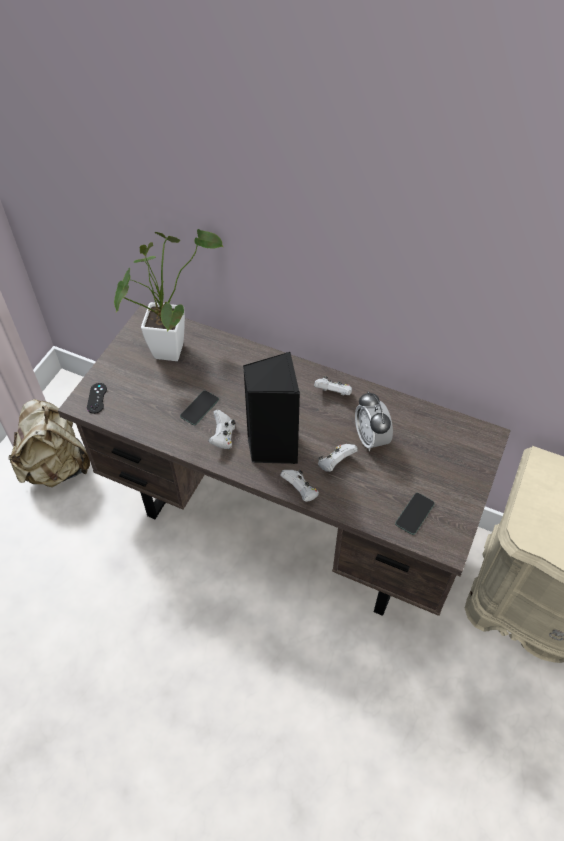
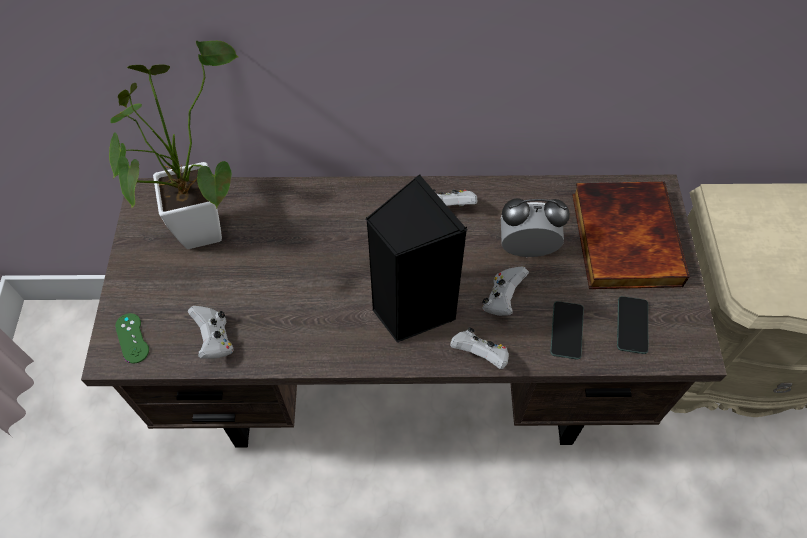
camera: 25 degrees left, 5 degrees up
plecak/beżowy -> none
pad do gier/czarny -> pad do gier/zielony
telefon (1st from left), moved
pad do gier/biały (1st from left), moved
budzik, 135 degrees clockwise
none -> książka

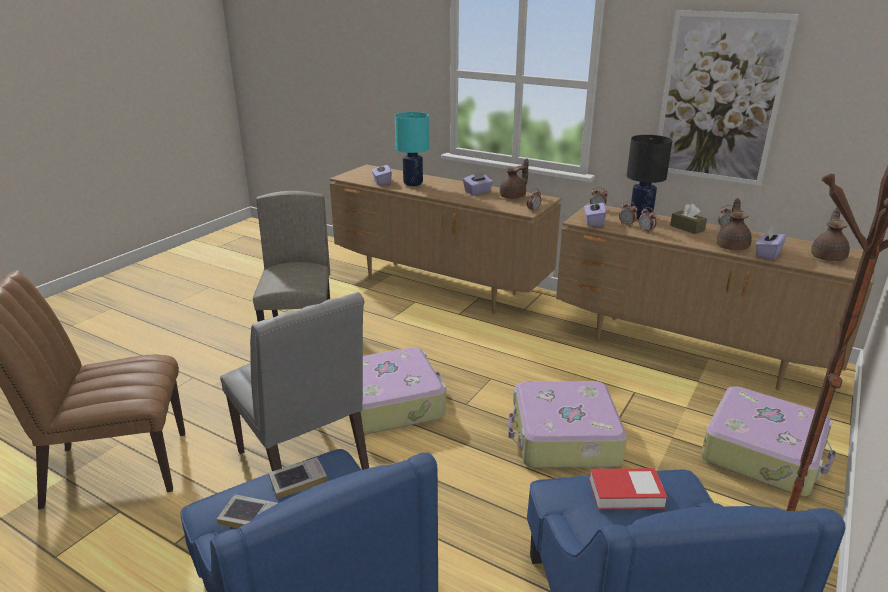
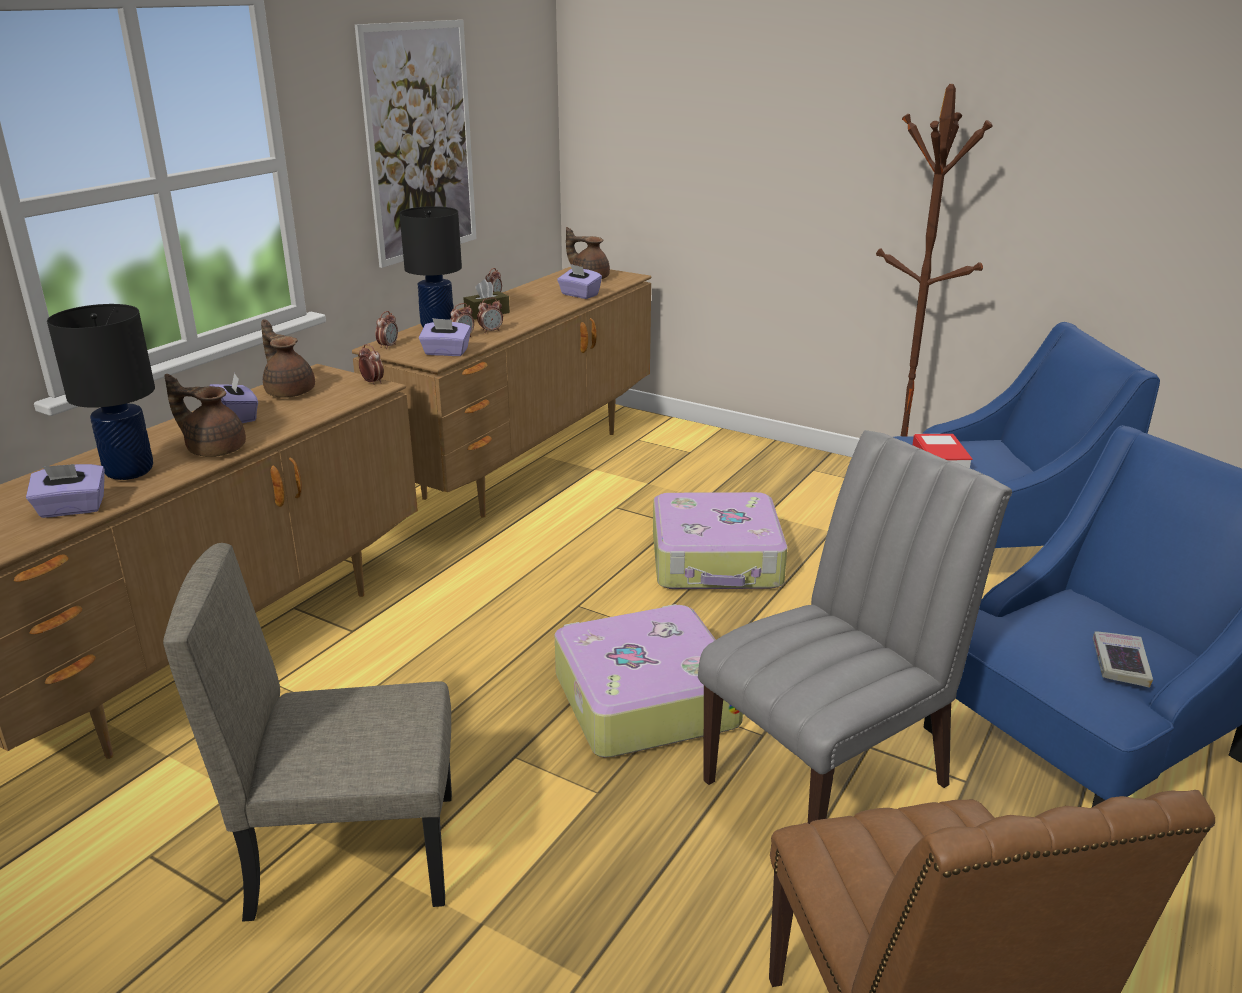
camera: 90 degrees left, 0 degrees up
książka (2nd from left) -> none
lampa stołowa/turkusowy -> lampa stołowa/czarny (1st from left)
walizka (3rd from left) -> none
imbryk/brązowy (2nd from left in the first image) -> imbryk/brązowy (1st from left), moved

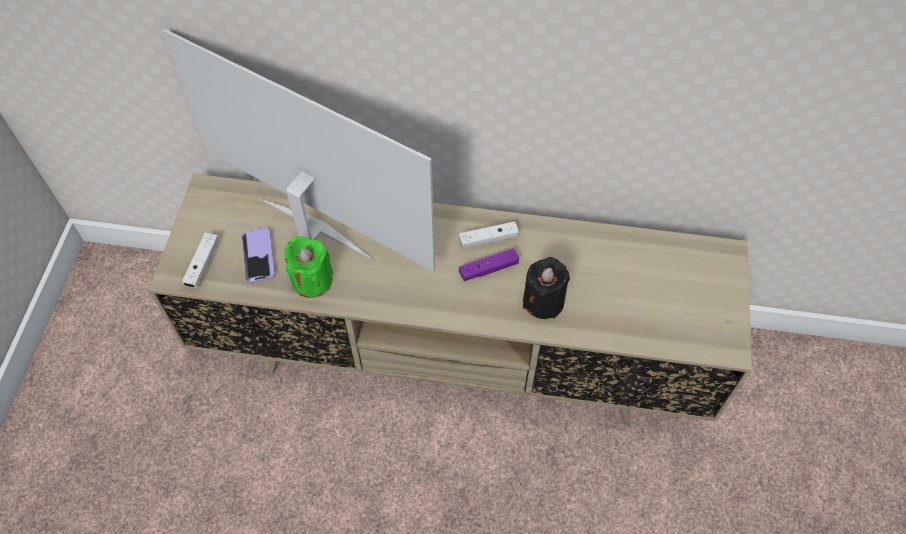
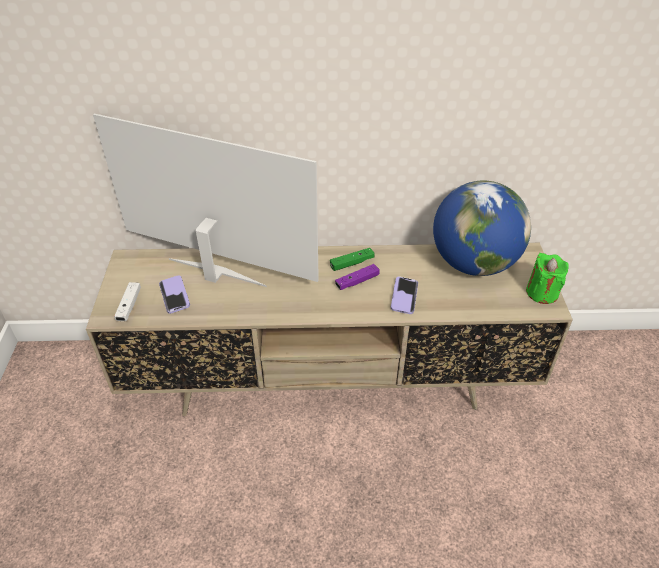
camera: 10 degrees left, 15 degrees down
świeca/zielony, moved
pad do gier/biały (2nd from left) -> pad do gier/zielony
świeca/czarny -> telefon (2nd from left)
none -> globus

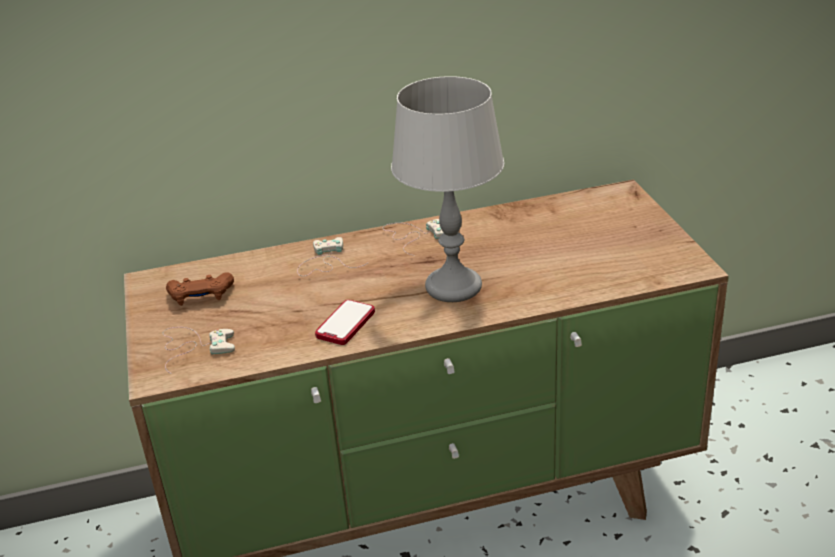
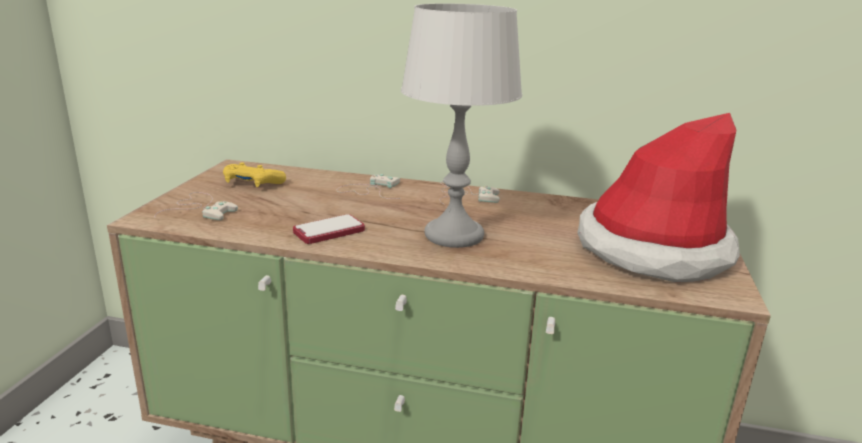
camera: 25 degrees right, 10 degrees down
pad do gier/brązowy -> pad do gier/żółty
none -> kapelusz

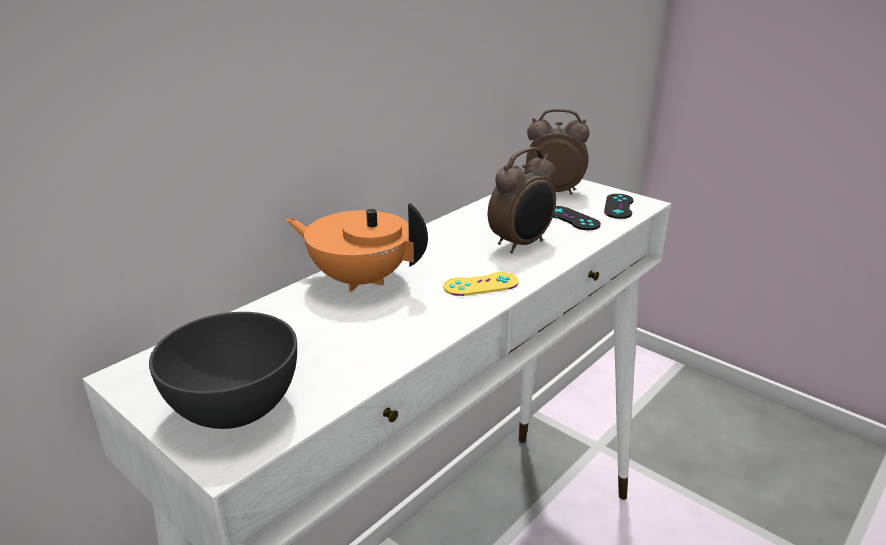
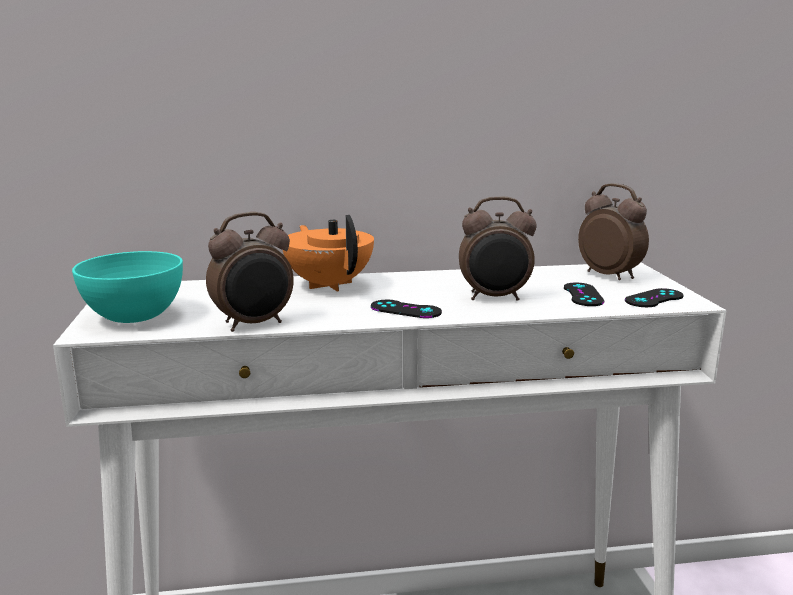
camera: 40 degrees right, 10 degrees down
miska/szary -> miska/turkusowy
pad do gier/żółty -> pad do gier/czarny (1st from left)
none -> budzik (1st from left)

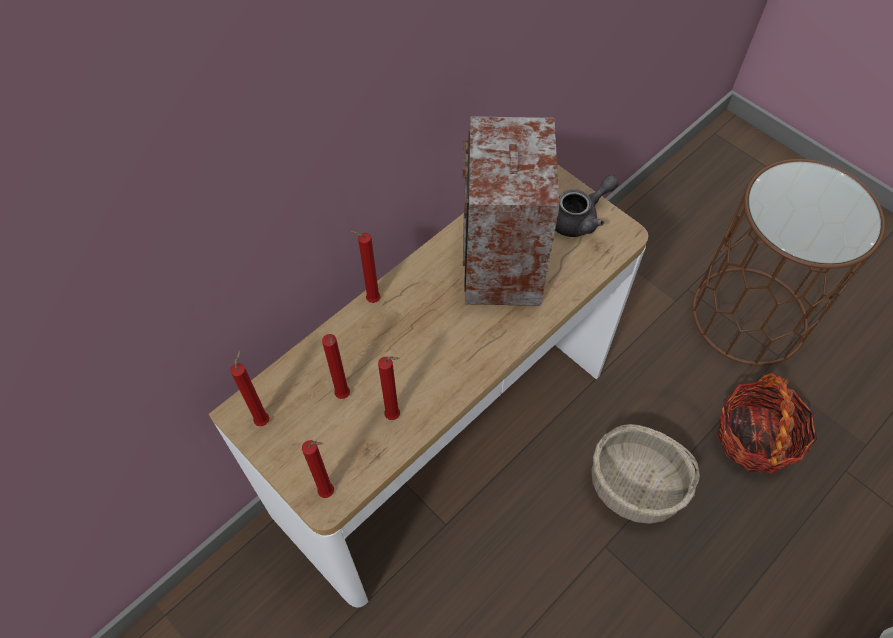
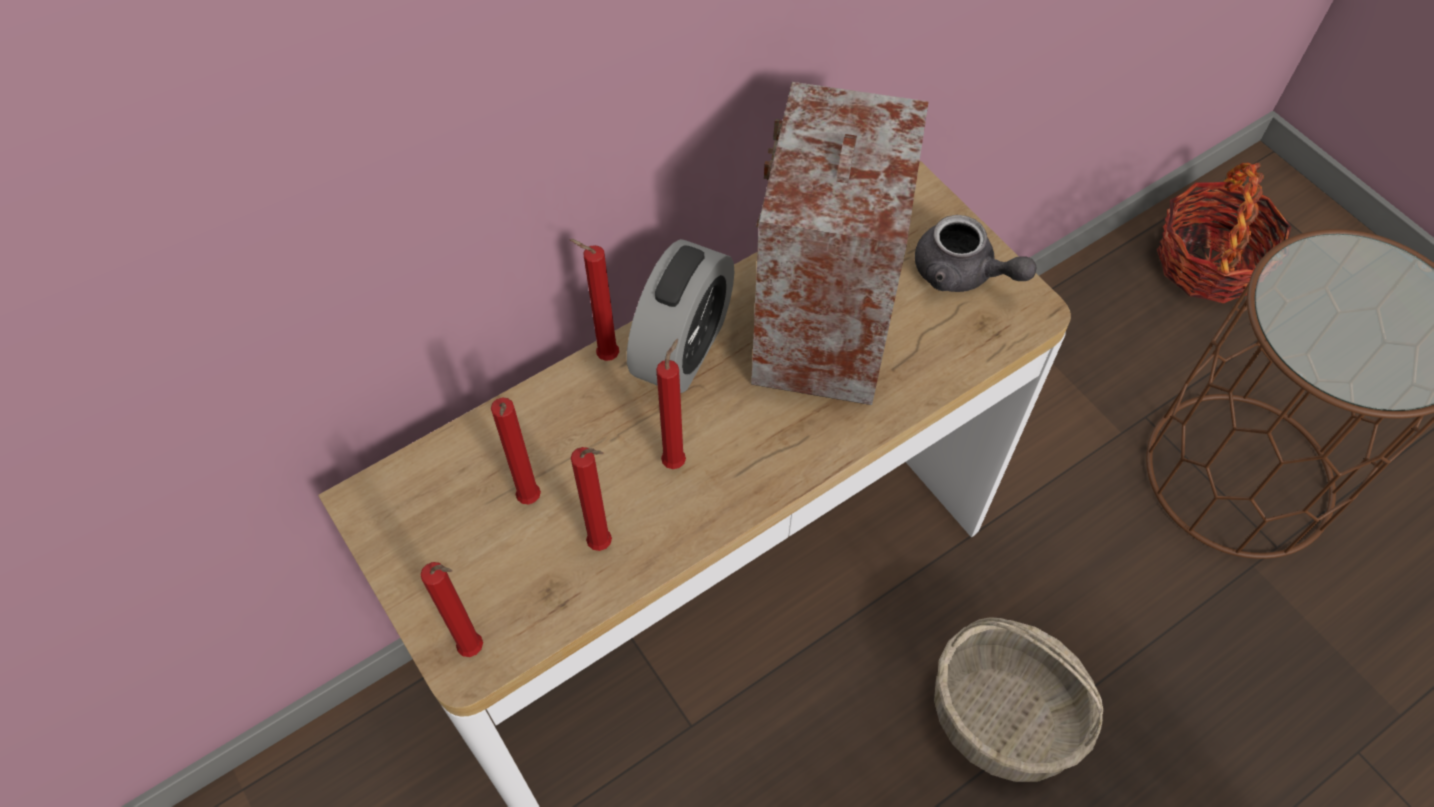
camera: 10 degrees right, 0 degrees up
świeca/czerwony (1st from left in the first image) -> świeca/czerwony (5th from left), moved
imbryk/szary, 60 degrees clockwise
koszyk (2nd from left), moved
none -> budzik

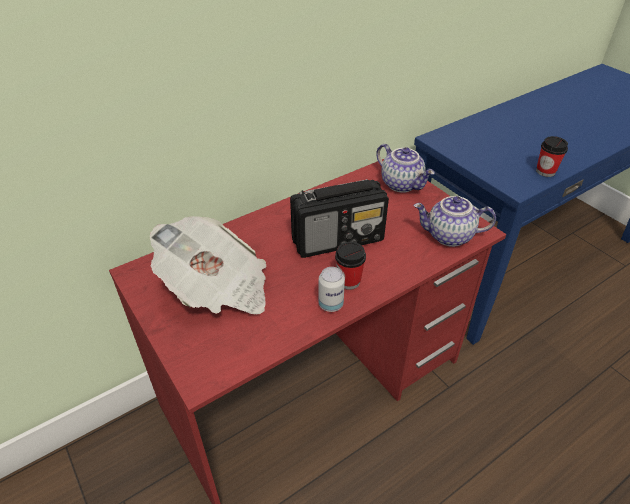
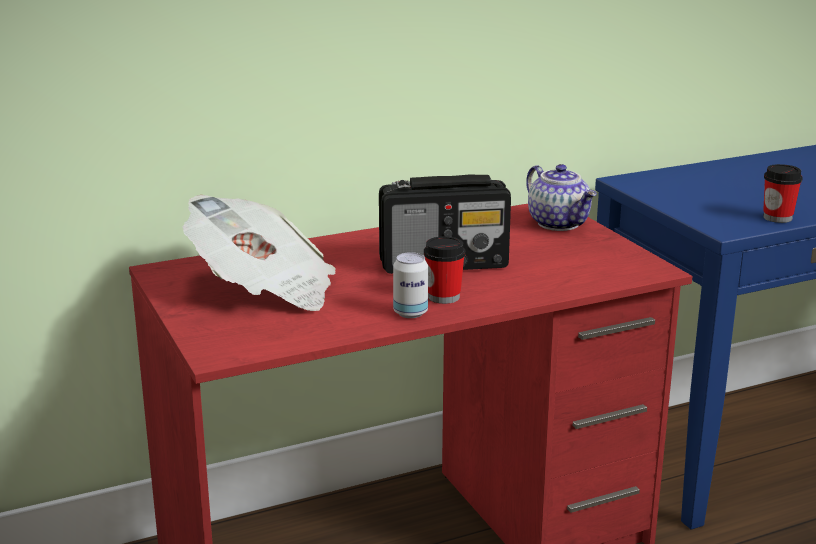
camera: 10 degrees right, 20 degrees down
imbryk (2nd from left) -> none

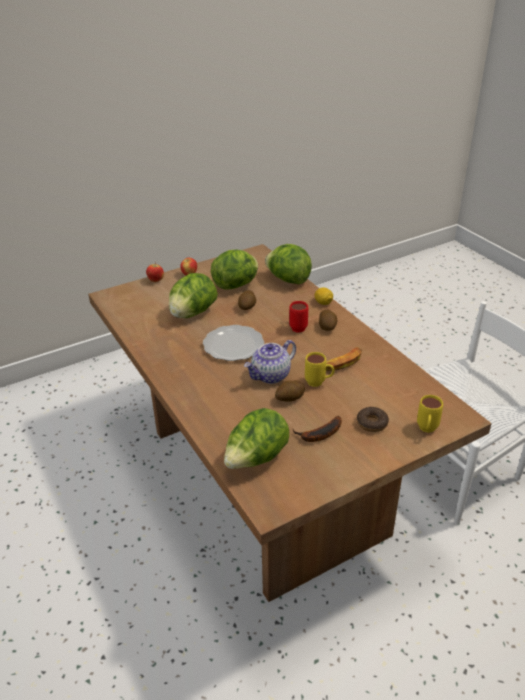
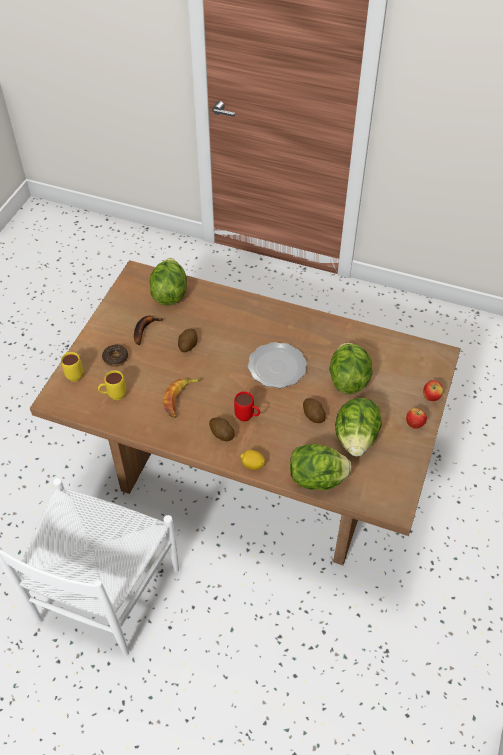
camera: 140 degrees right, 15 degrees up
imbryk -> none
kubek/żółty (1st from left in the first image) -> kubek/żółty (2nd from left), moved

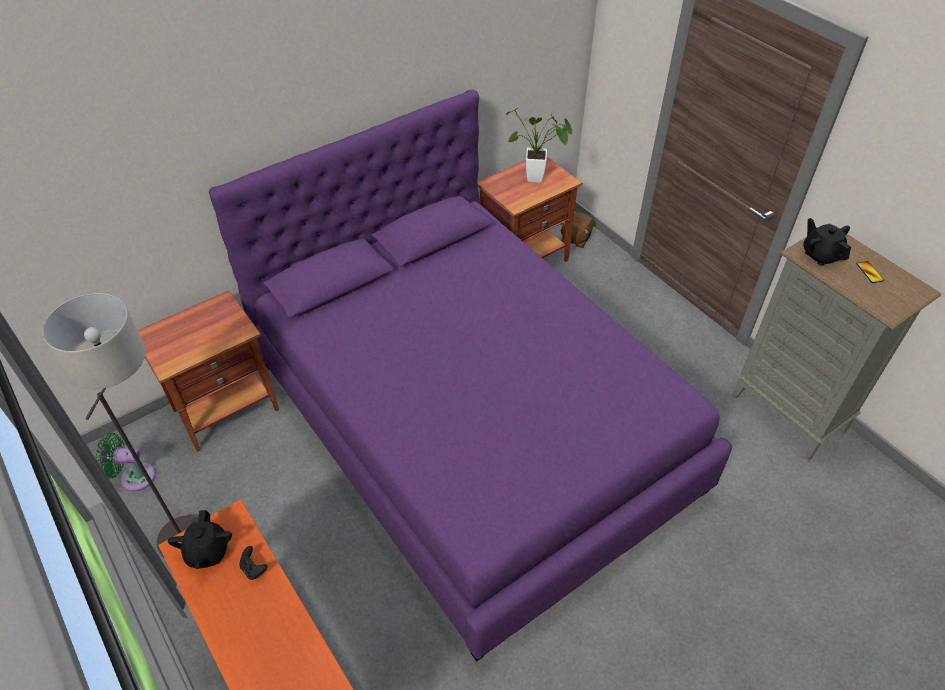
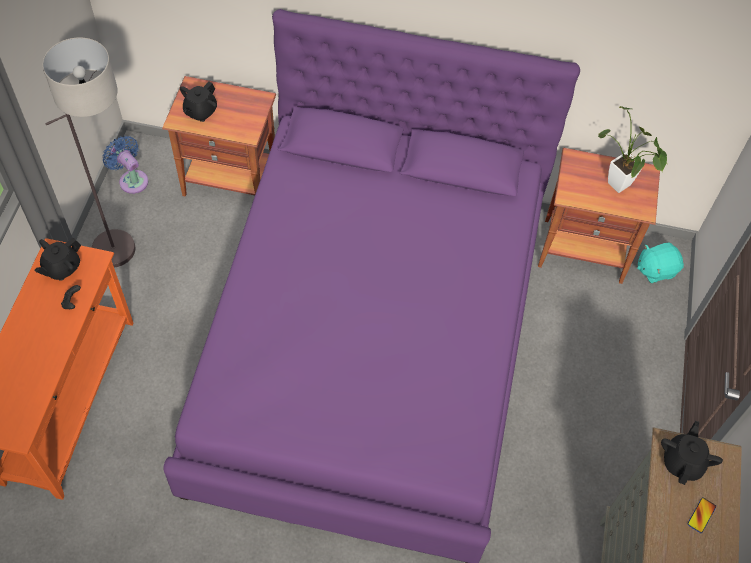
camera: 45 degrees right, 10 degrees up
wentylator/zielony -> wentylator/niebieski
pluszak/brązowy -> pluszak/turkusowy
none -> imbryk/czarny (2nd from left)

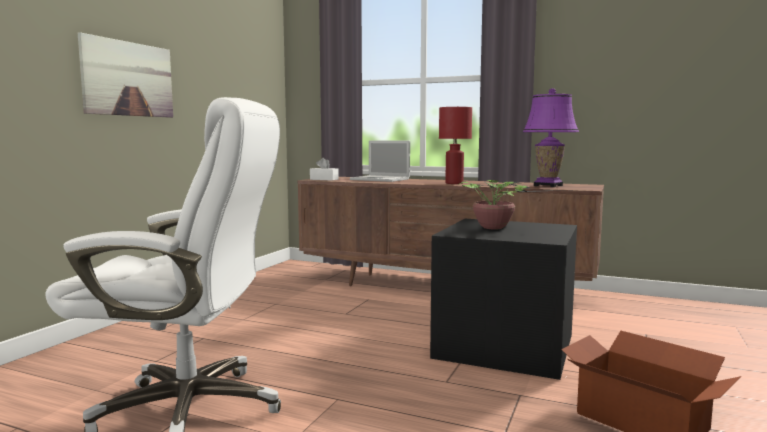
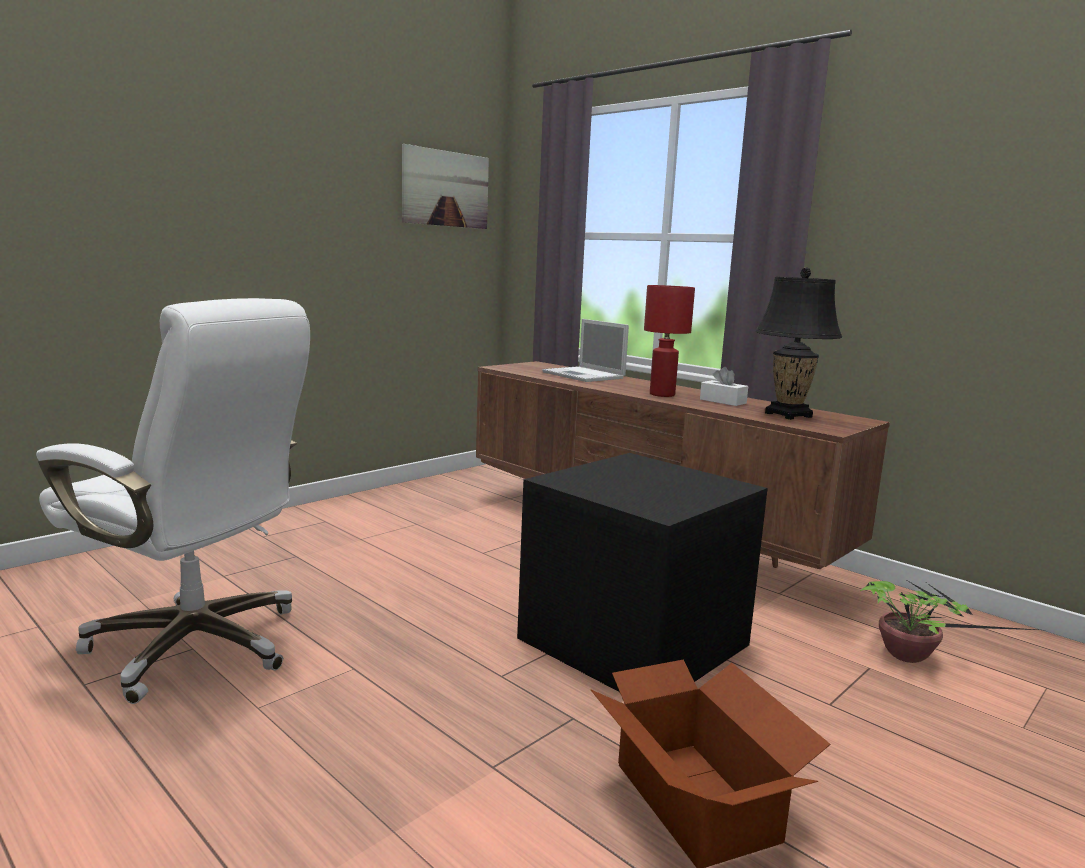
camera: 20 degrees right, 5 degrees up
obraz, moved
pudełko chusteczek/biały, moved
roślina doniczkowa, moved
lampa stołowa/fioletowy -> lampa stołowa/czarny

